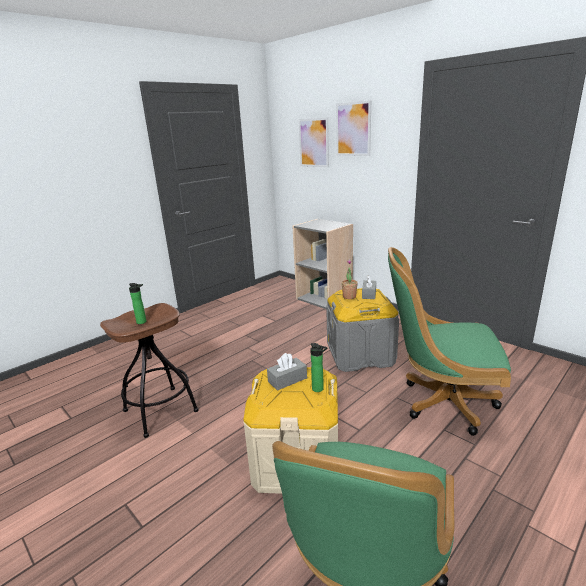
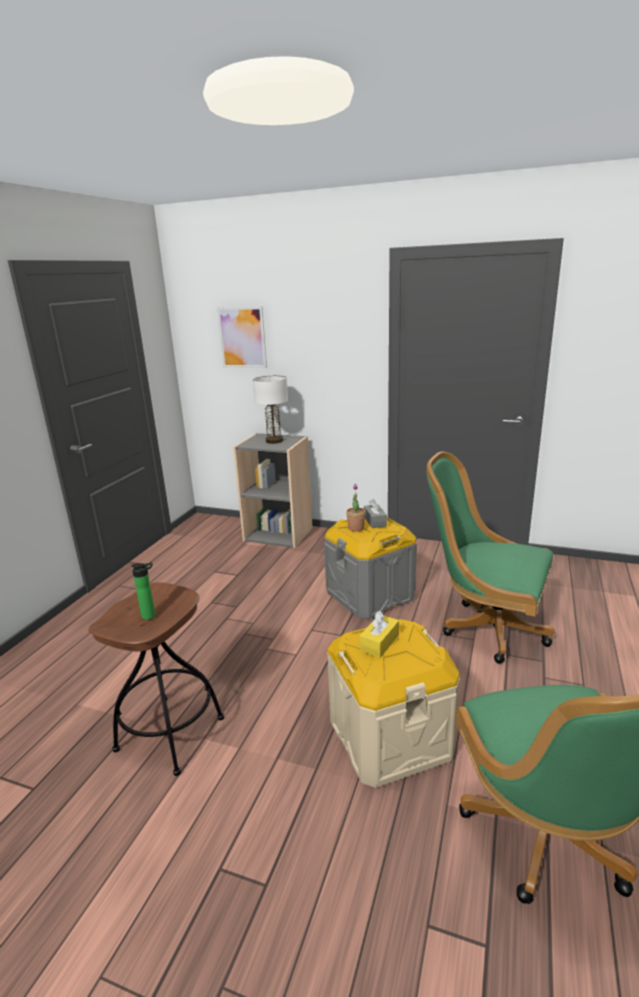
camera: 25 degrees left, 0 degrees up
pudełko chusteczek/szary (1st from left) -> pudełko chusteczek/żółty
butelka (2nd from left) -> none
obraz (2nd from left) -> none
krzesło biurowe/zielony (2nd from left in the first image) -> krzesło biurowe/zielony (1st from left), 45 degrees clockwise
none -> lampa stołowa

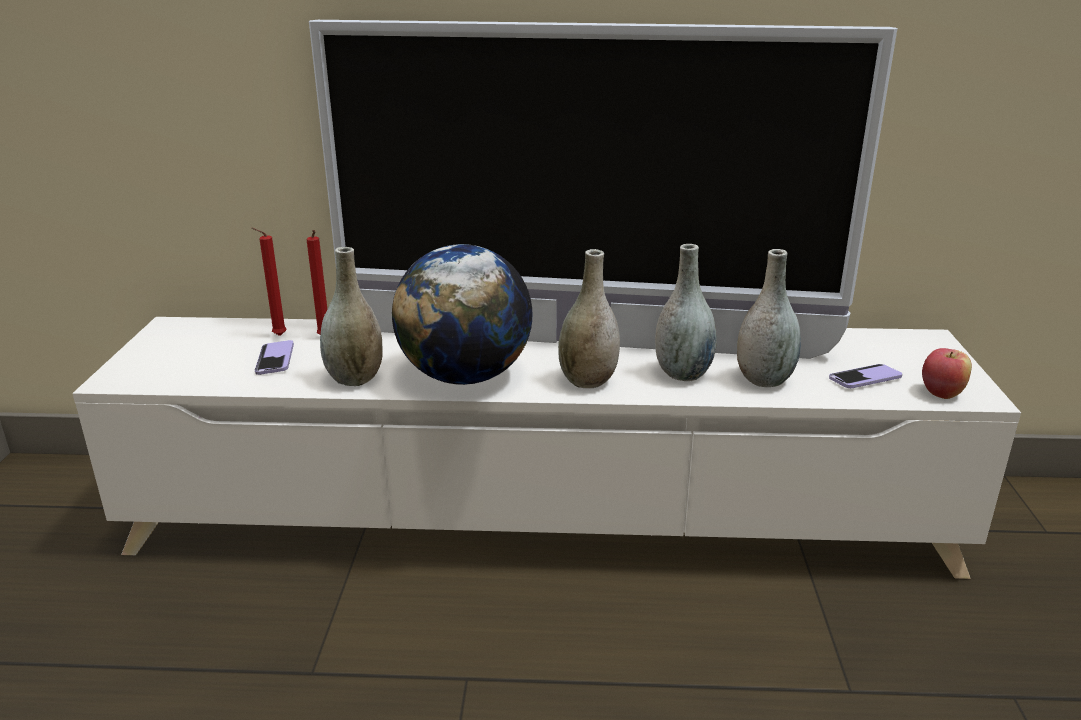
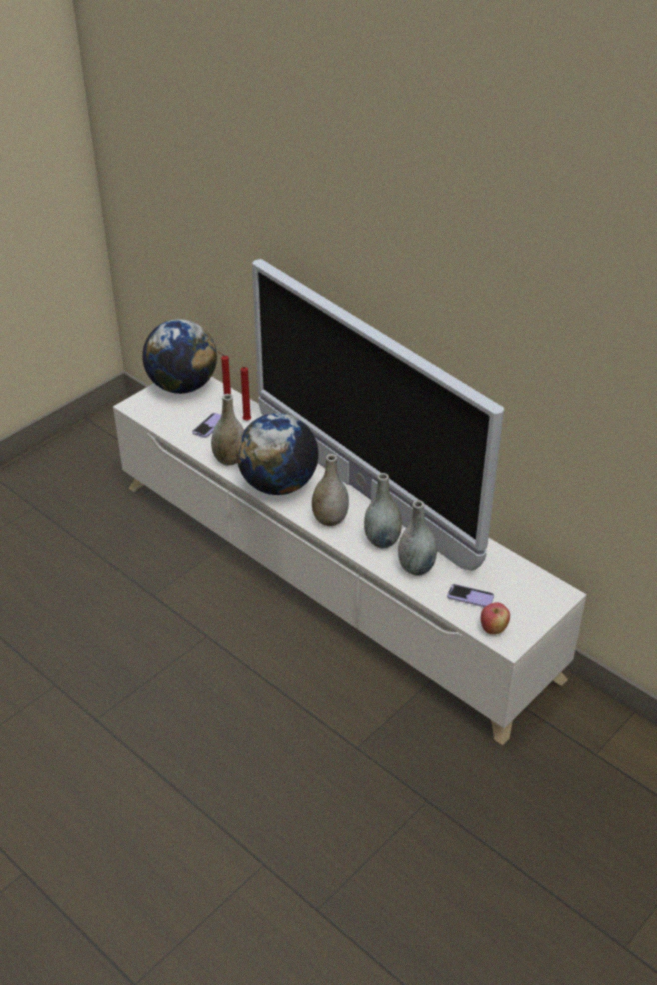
camera: 40 degrees right, 15 degrees up
none -> globus (1st from left)

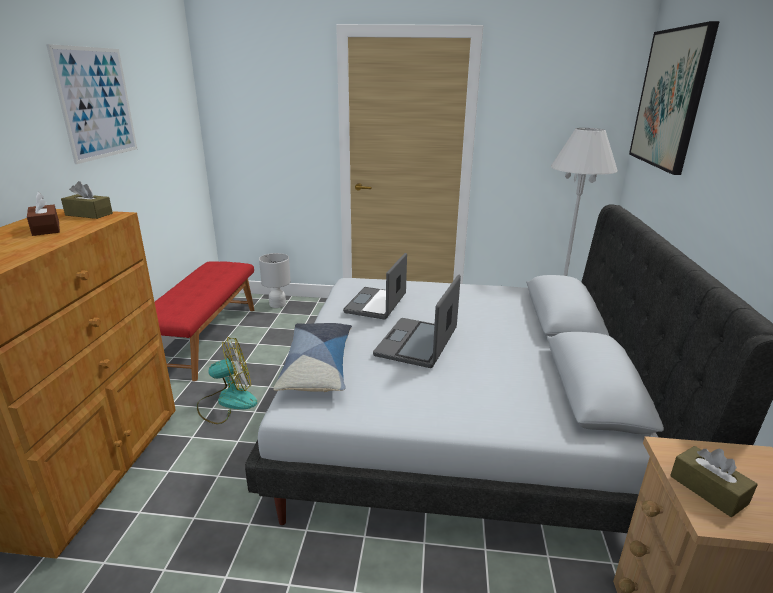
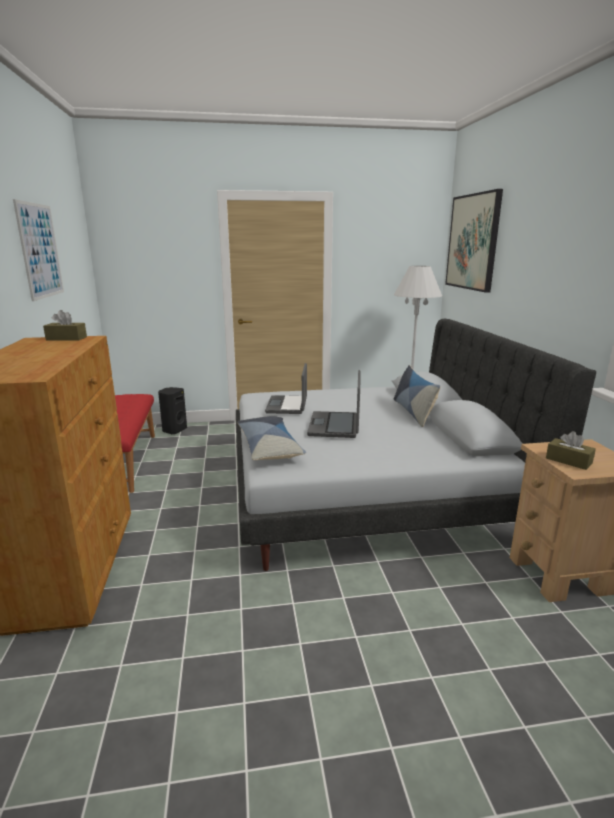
camera: 15 degrees left, 5 degrees down
pudełko chusteczek/brązowy (1st from left) -> none
wentylator -> none
lampa stołowa/szary -> głośnik/czarny
none -> poduszka (2nd from left)

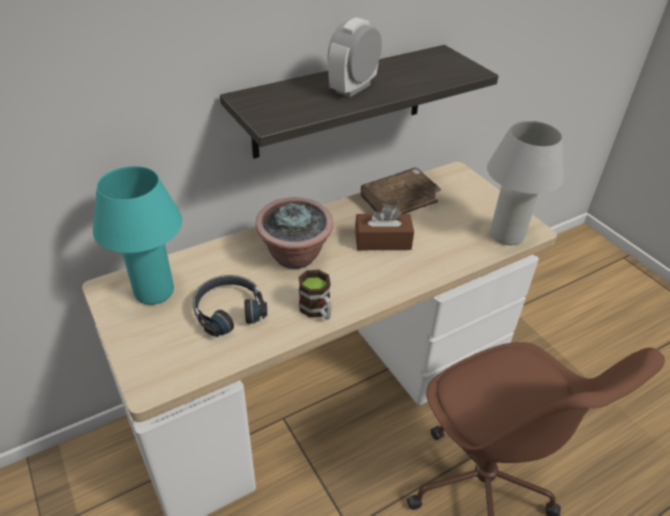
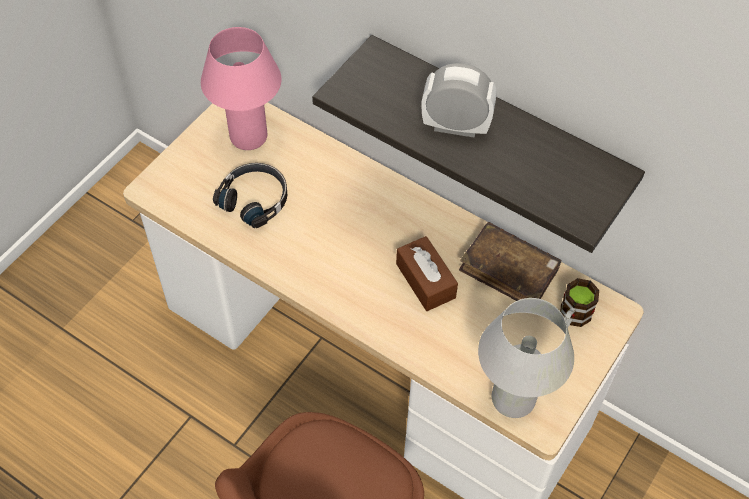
camera: 65 degrees right, 15 degrees up
lampa stołowa/turkusowy -> lampa stołowa/różowy
roślina doniczkowa -> none
kubek, moved

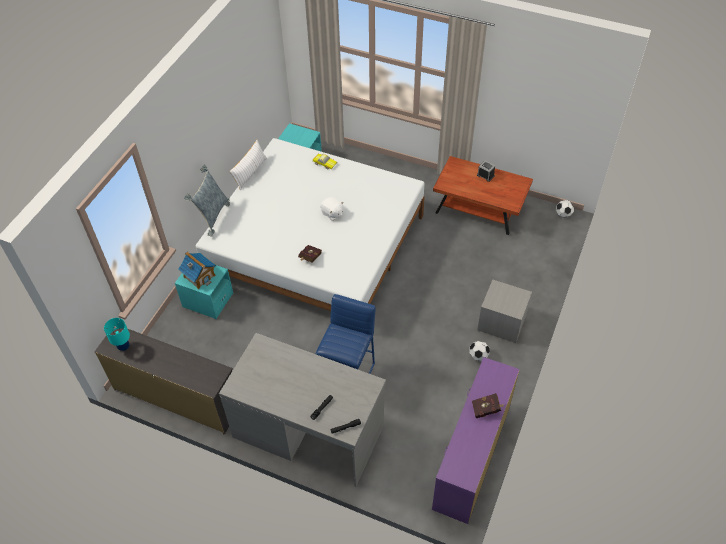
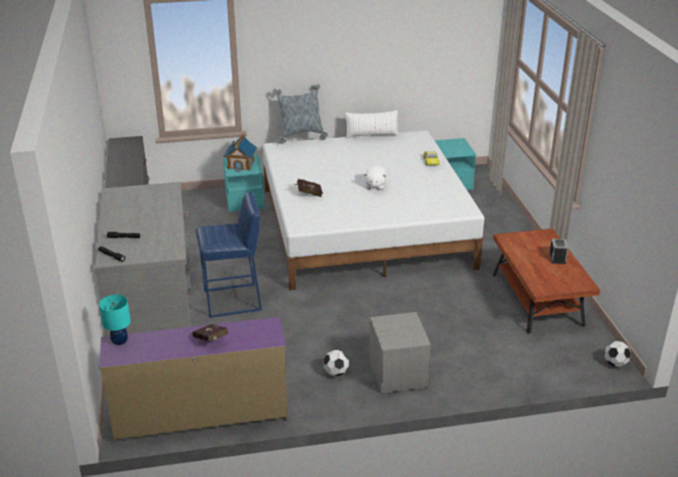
camera: 55 degrees right, 20 degrees down
lampa stołowa/turkusowy, moved

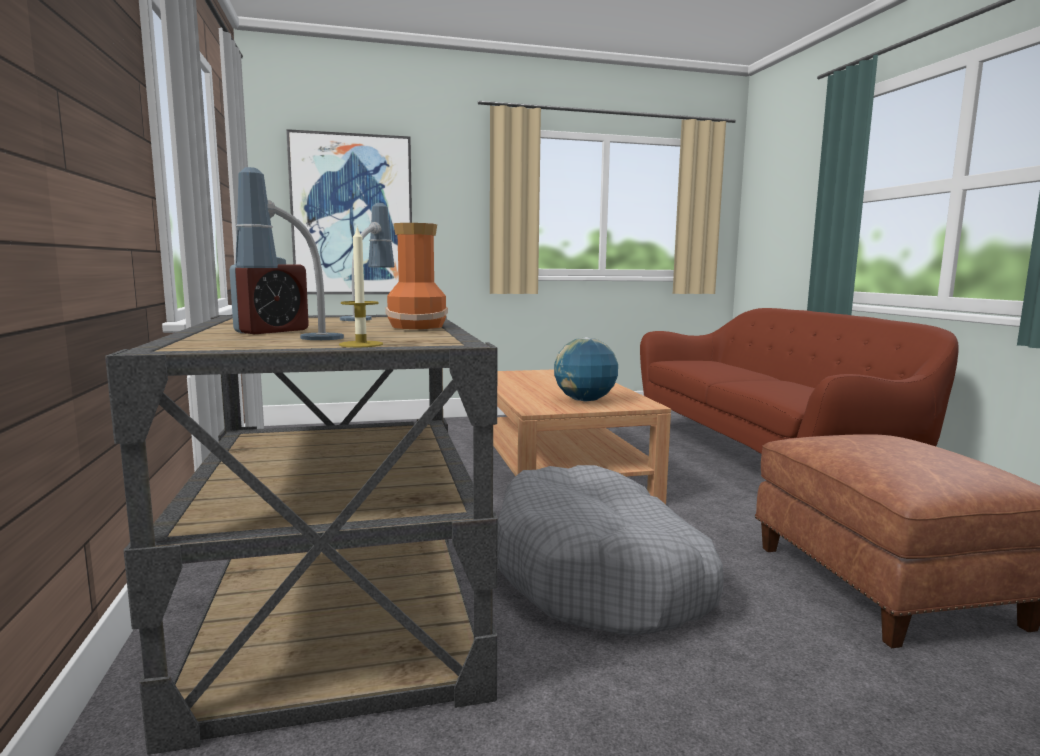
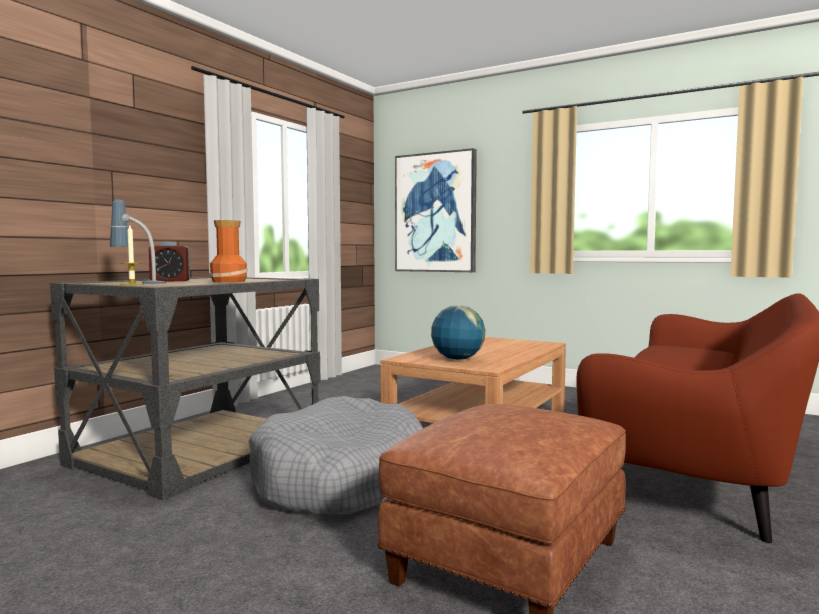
camera: 45 degrees right, 5 degrees down
lampa stołowa (2nd from left) -> none

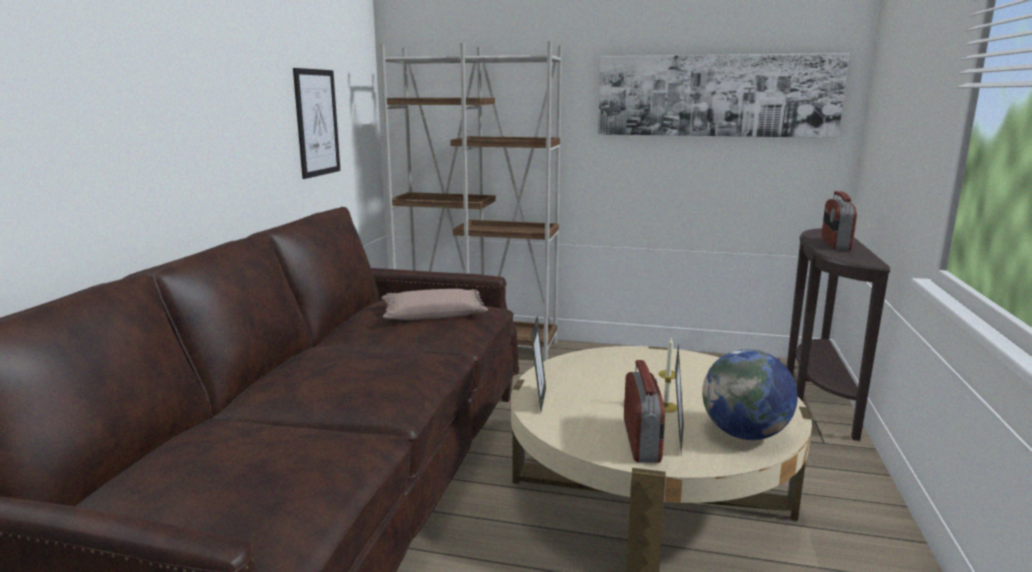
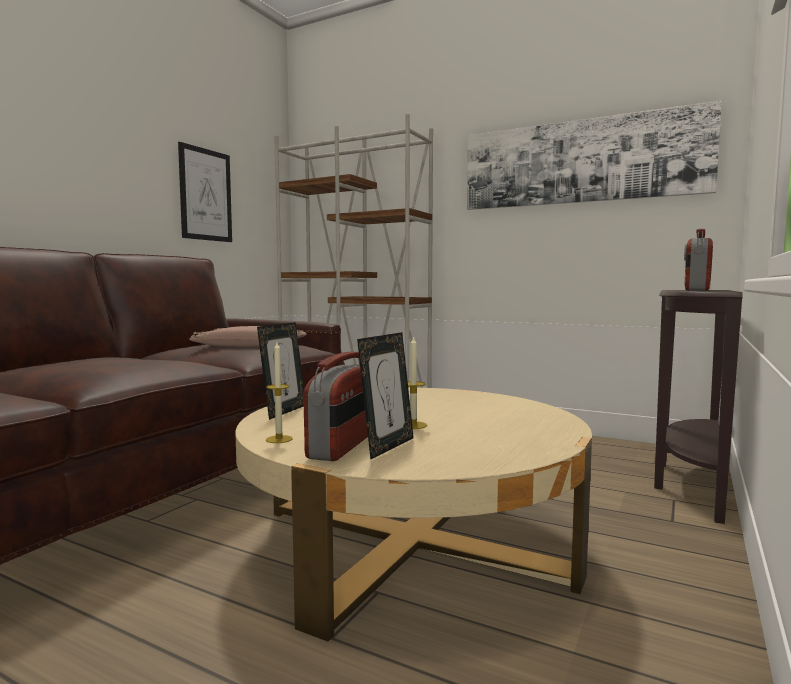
camera: 15 degrees right, 10 degrees down
globus -> none
none -> świeca (1st from left)

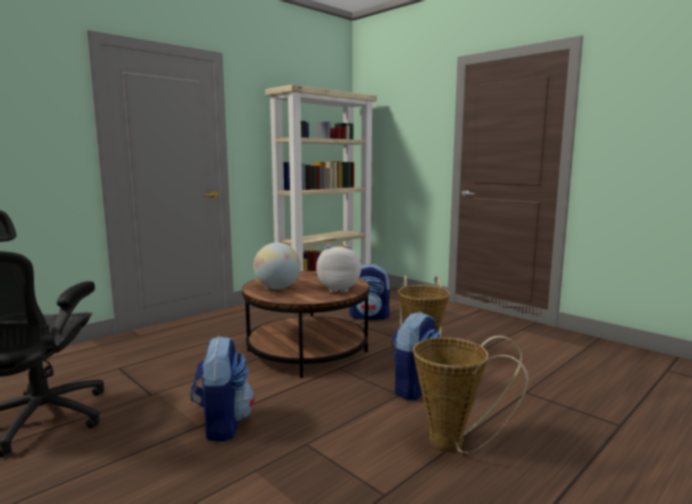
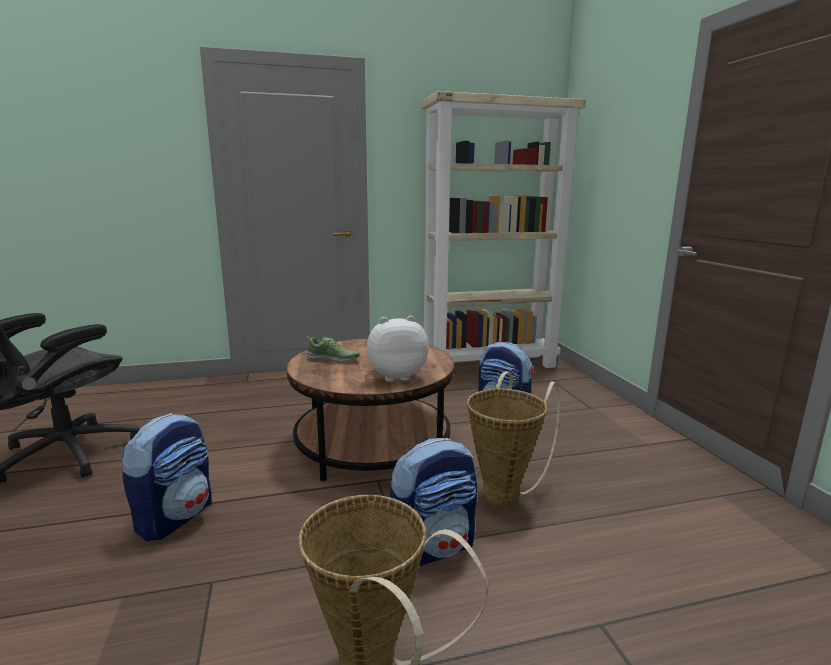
camera: 30 degrees right, 5 degrees up
globus -> but
pluszak, 45 degrees counterclockwise

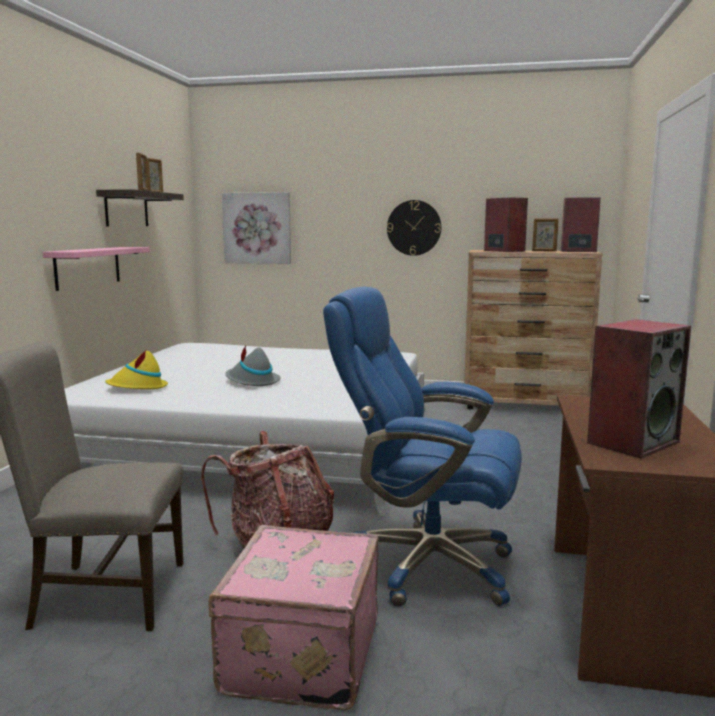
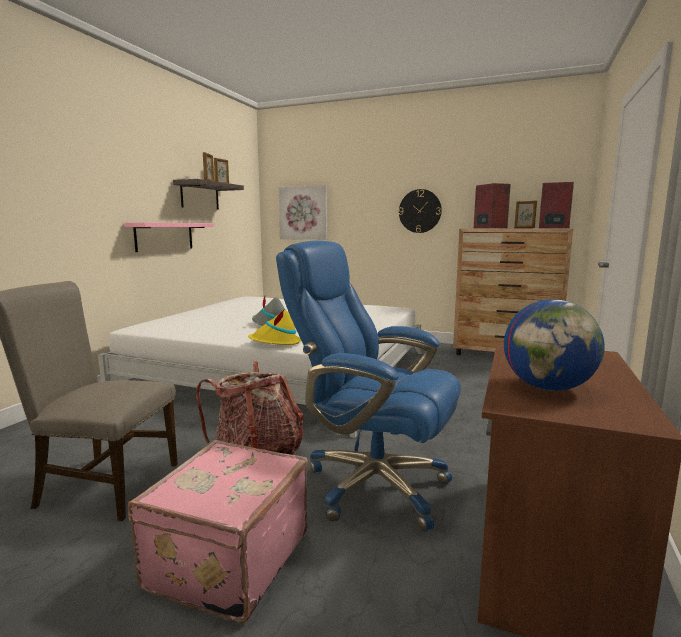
camera: 10 degrees right, 0 degrees up
kapelusz/żółty, moved
głośnik (3rd from left) -> globus

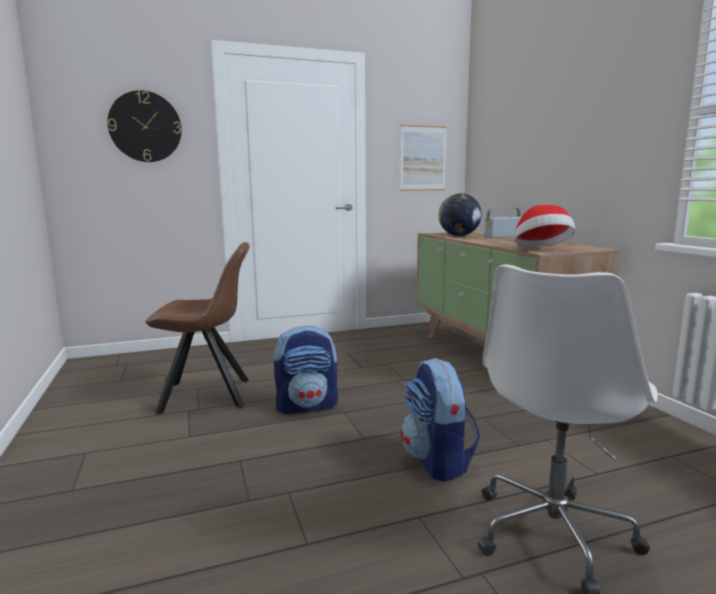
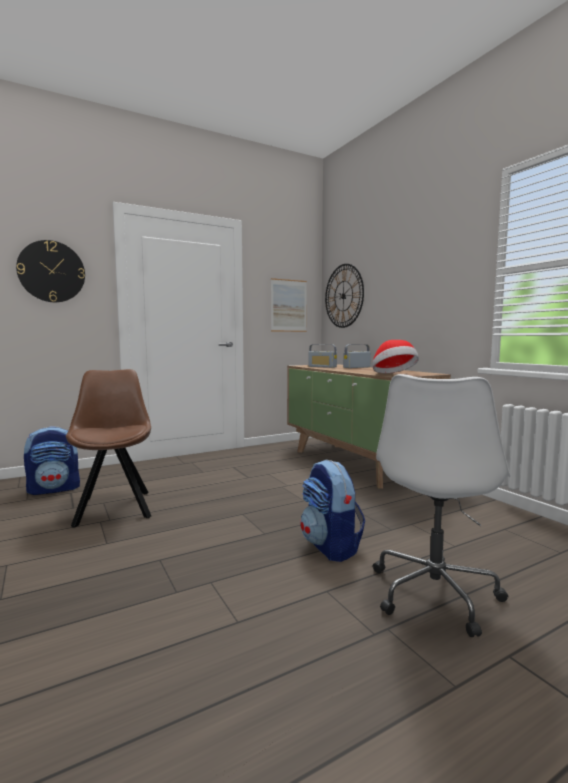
camera: 10 degrees left, 5 degrees down
krzesło/brązowy, 90 degrees counterclockwise
plecak (1st from left), moved
globus -> radio (1st from left)
none -> zegar ścienny (2nd from left)

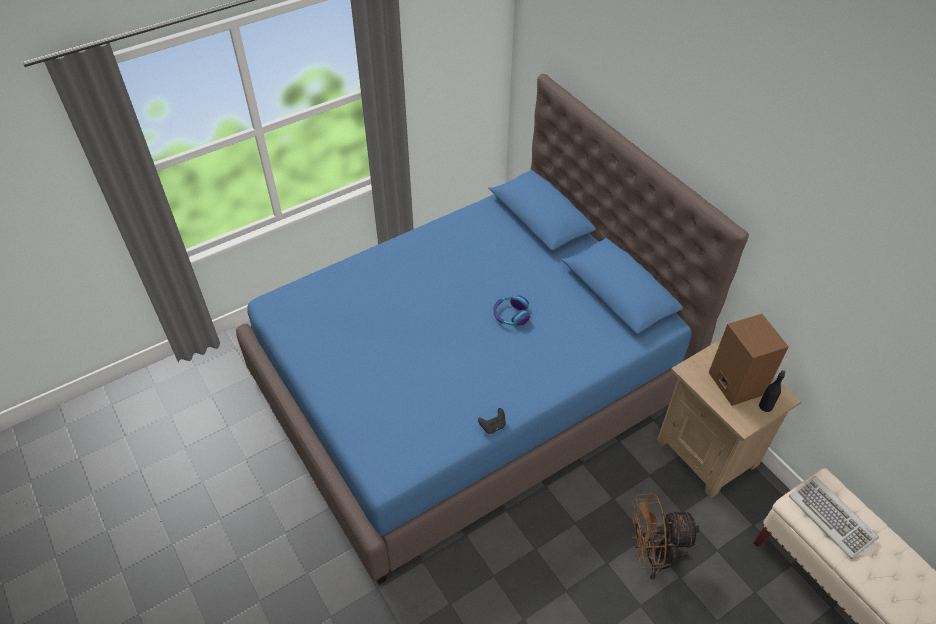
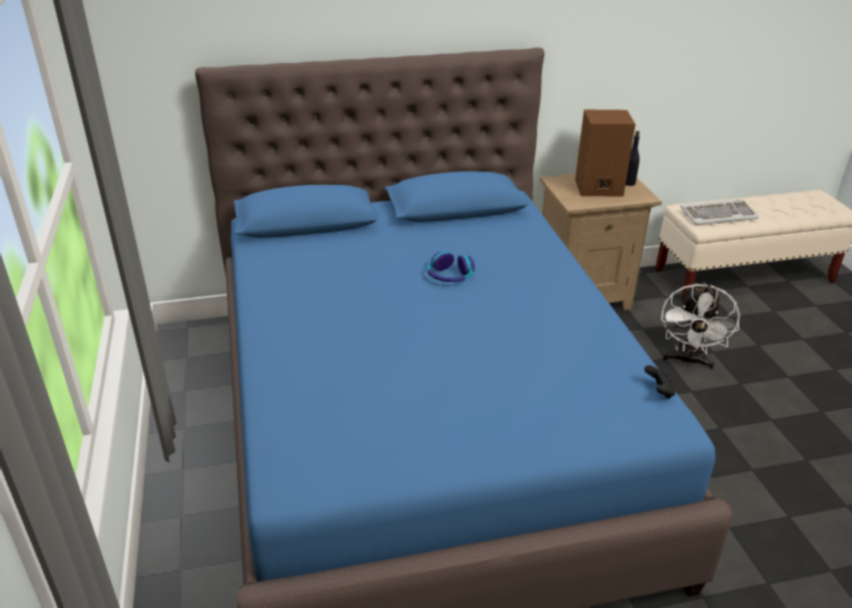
camera: 70 degrees left, 15 degrees down
pad do gier/czarny, moved
wentylator/brązowy -> wentylator/biały

